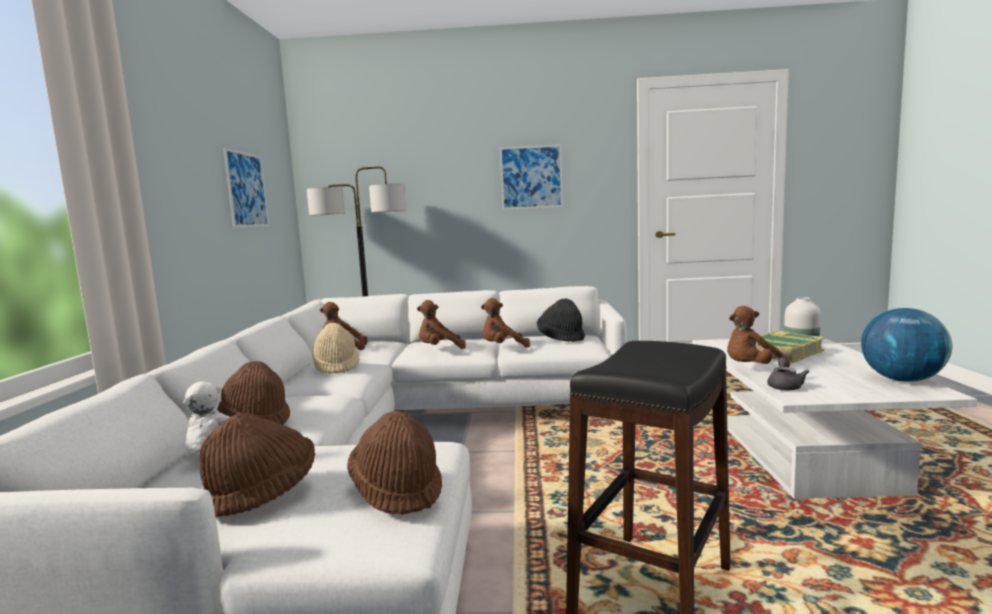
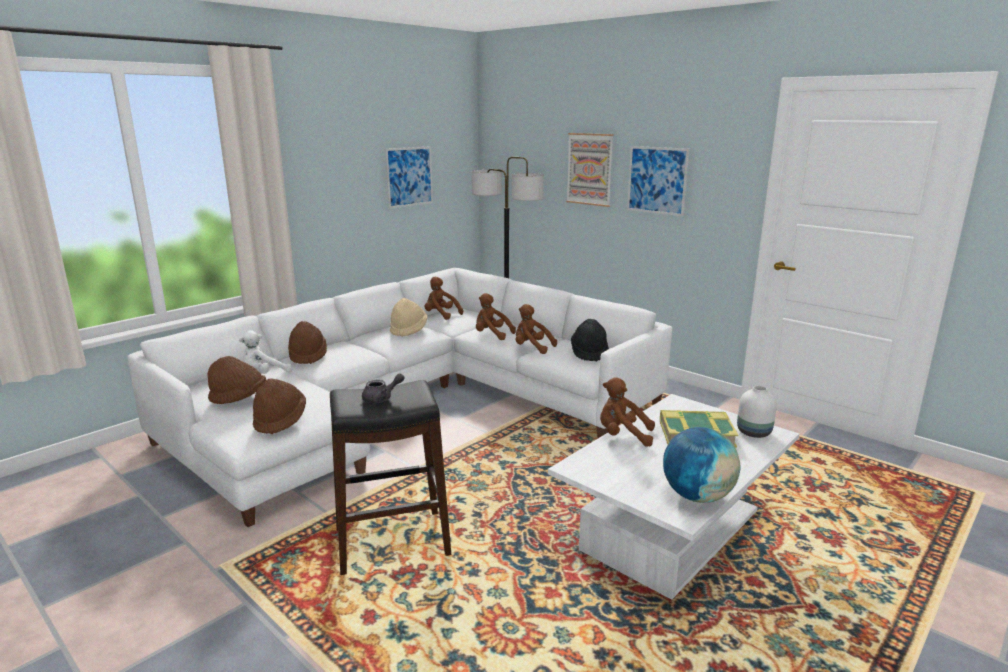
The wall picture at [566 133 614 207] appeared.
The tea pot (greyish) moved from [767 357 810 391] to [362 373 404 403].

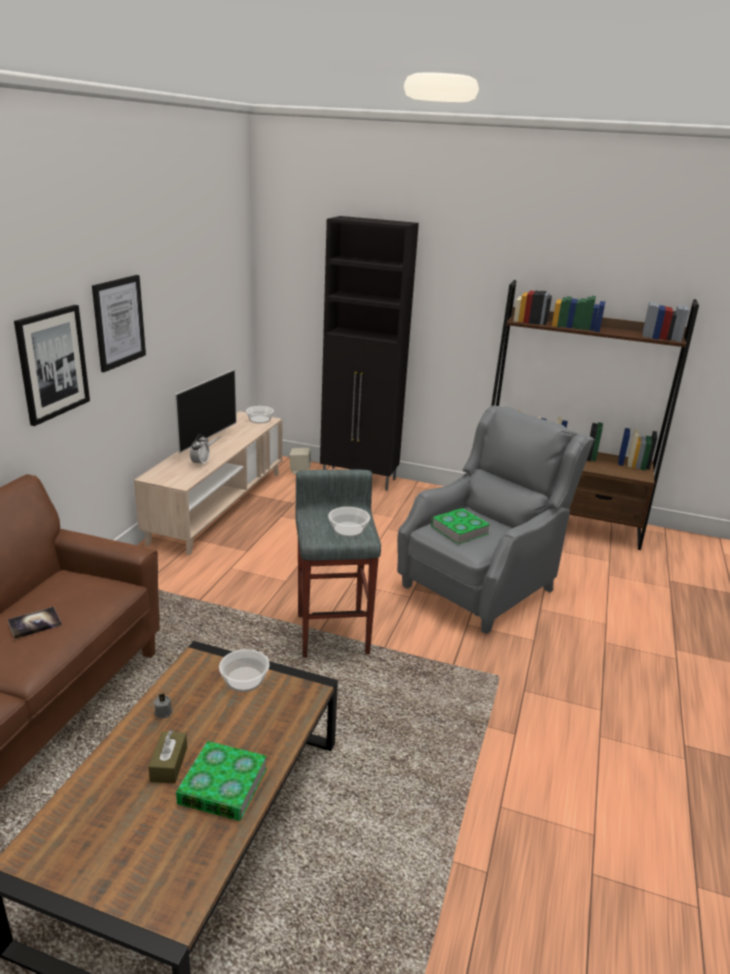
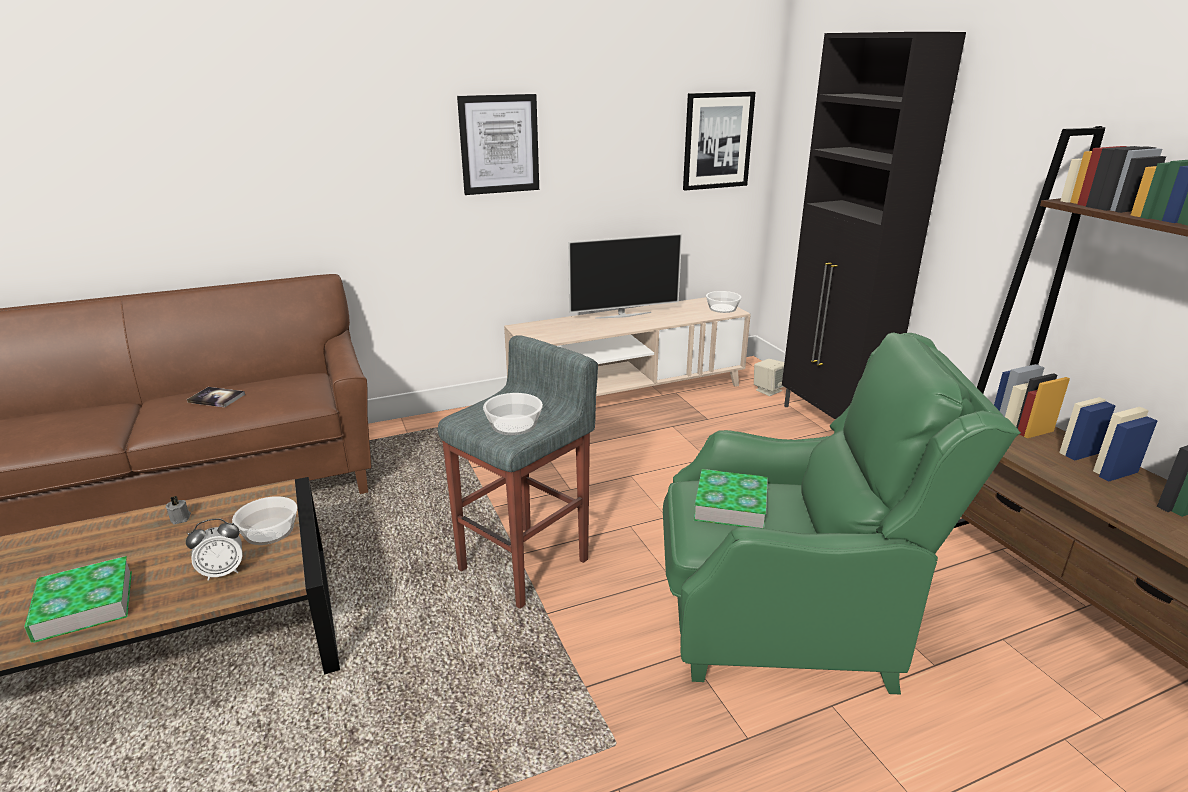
The tissue holder (brown-coloured) at [148 730 187 784] disappeared.
The wall picture moved from [14 305 90 426] to [683 91 756 190].
The bedside clock moved from [190 434 210 467] to [186 518 242 581].
The easy chair (greyish) at [397 405 595 634] became the easy chair (green-coloured) at [663 332 1021 694].

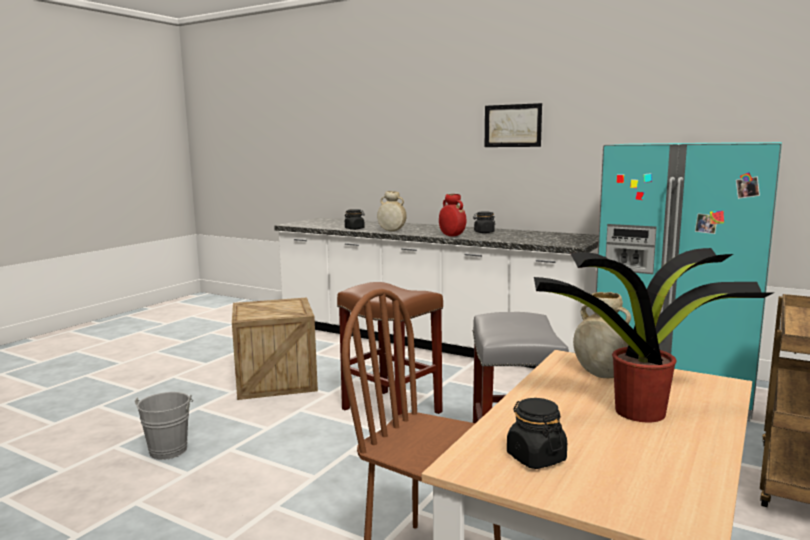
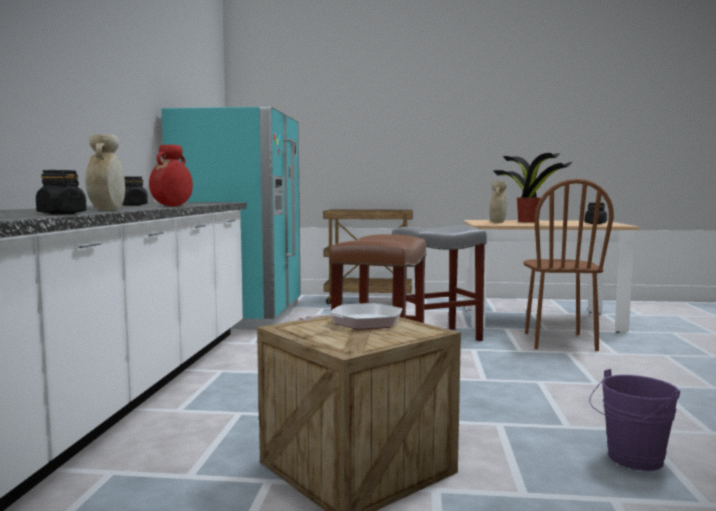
The wall picture at [485 103 542 147] disappeared.
The skillet at [298 303 402 330] appeared.
The pail (greyish) at [135 392 193 460] became the pail (purple) at [589 369 680 471].

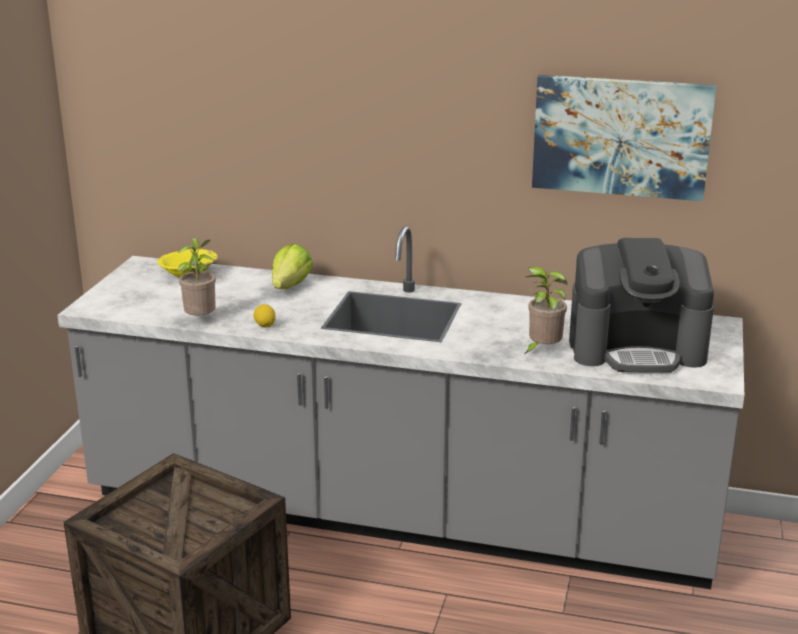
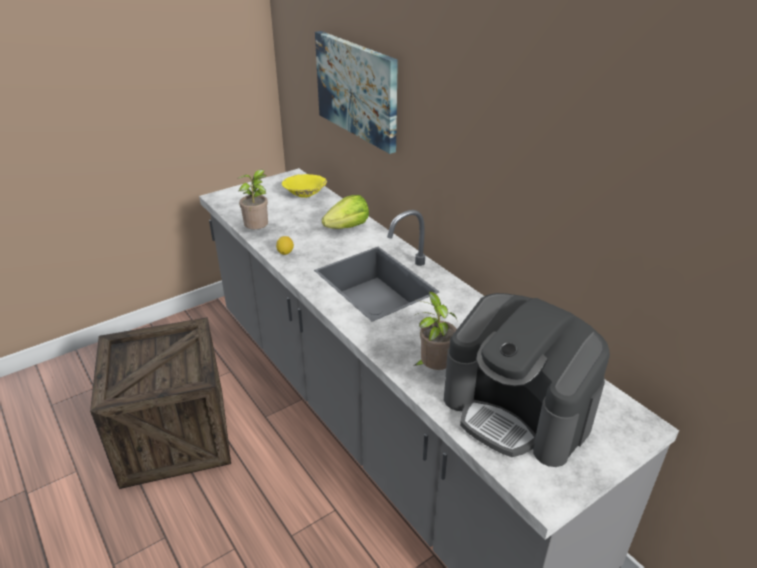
The wall picture moved from [532 75 716 201] to [315 31 398 154].

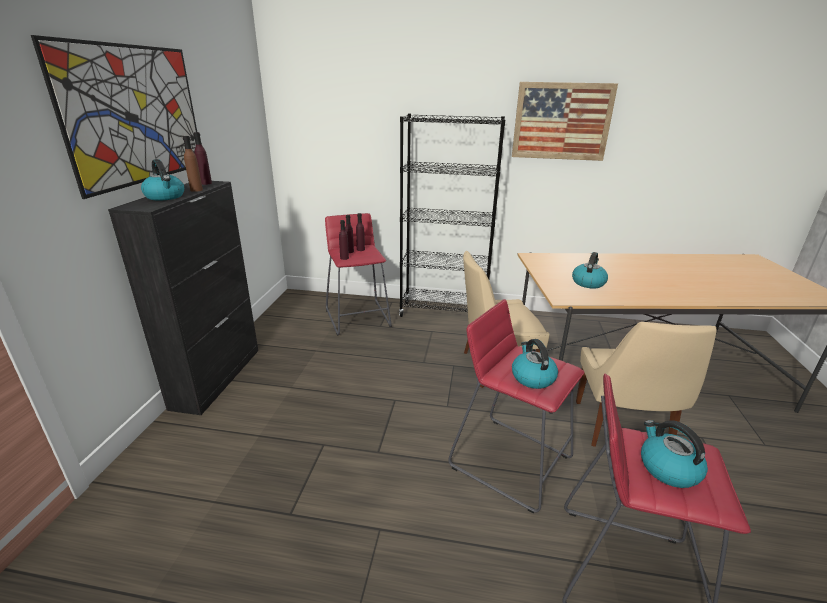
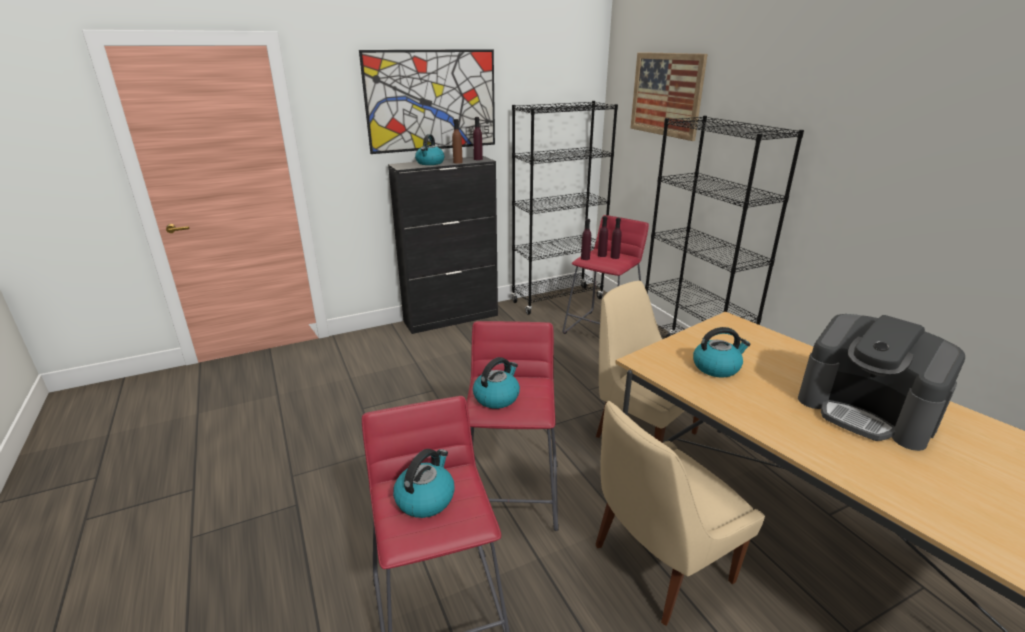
The shelving unit (black) at [511 101 618 315] appeared.
The coffee maker at [798 314 965 451] appeared.
The wall picture moved from [512 82 618 161] to [630 52 707 141].

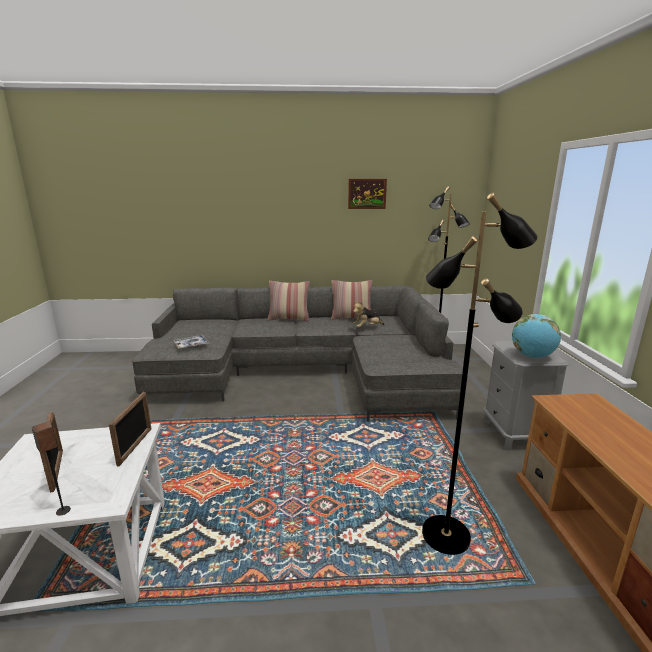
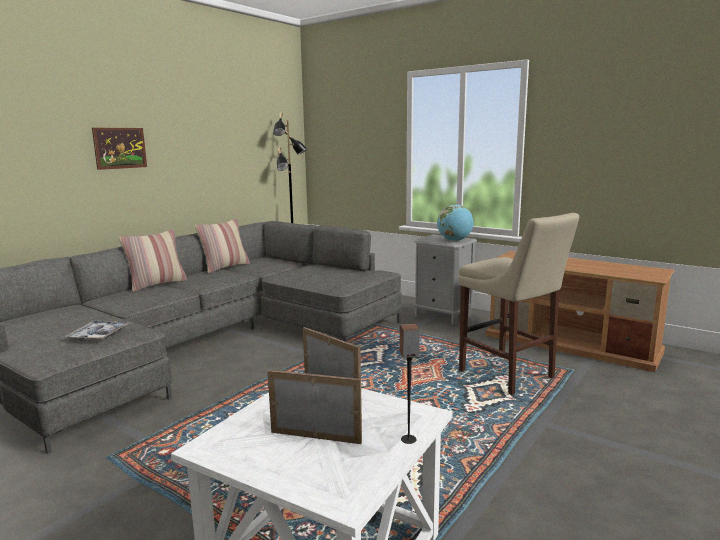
The soft toy at [353 301 384 327] disappeared.
The wall picture moved from [348 179 387 209] to [92 128 147 170].
The floor lamp (black) at [422 193 537 555] was replaced by the stool (beige) at [458 213 579 395].

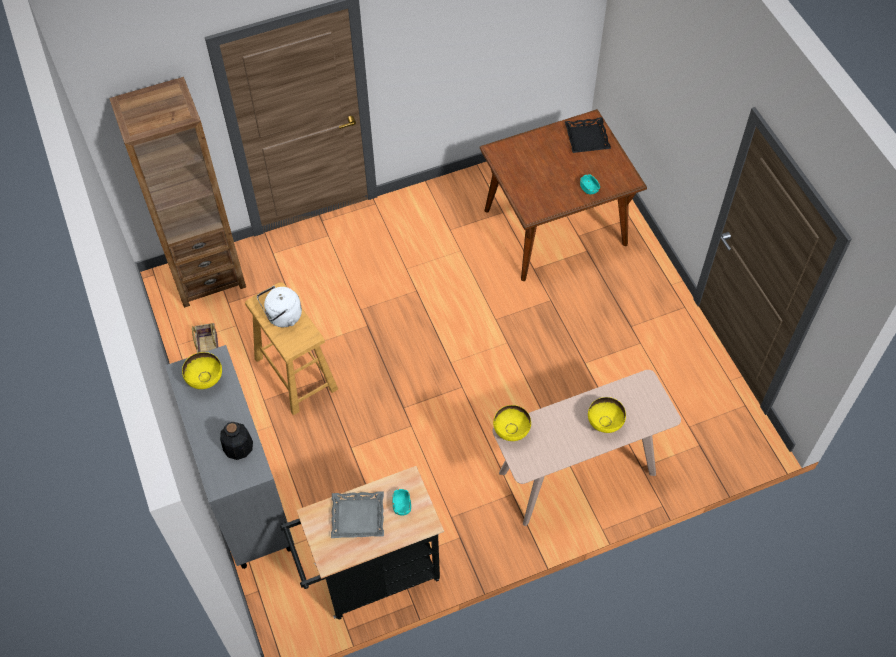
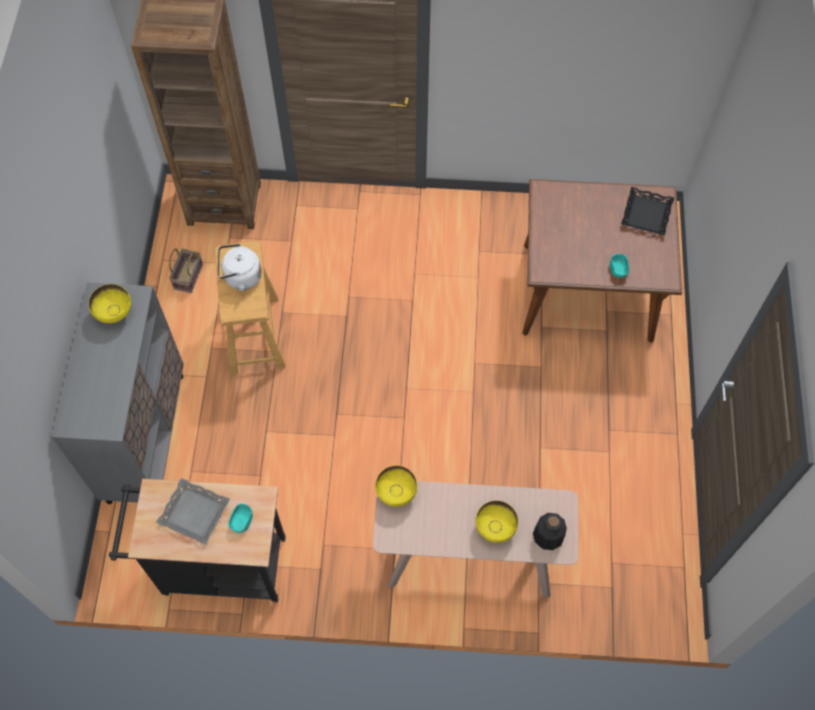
The beverage bottle moved from [220 422 253 460] to [533 513 567 550].

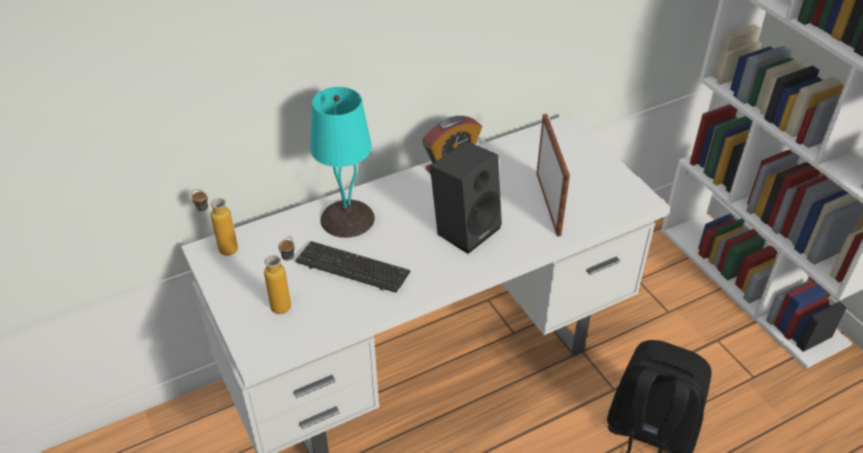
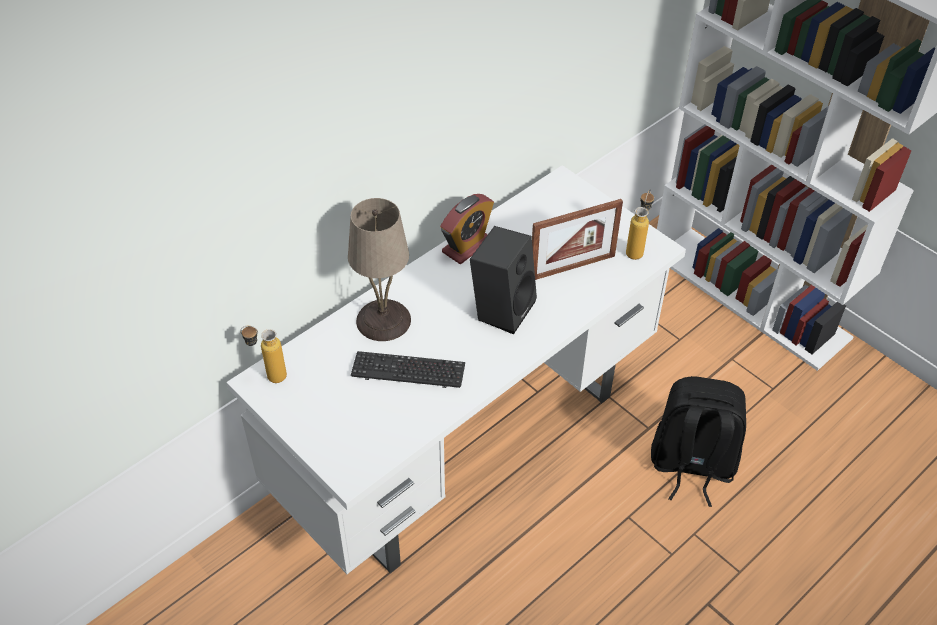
The beverage bottle moved from [264 237 295 314] to [626 189 654 260].
The table lamp (blue-green) at [310 87 375 238] became the table lamp (beige) at [348 198 411 341].
The standing frame at [536 114 570 236] turned 90 degrees clockwise.

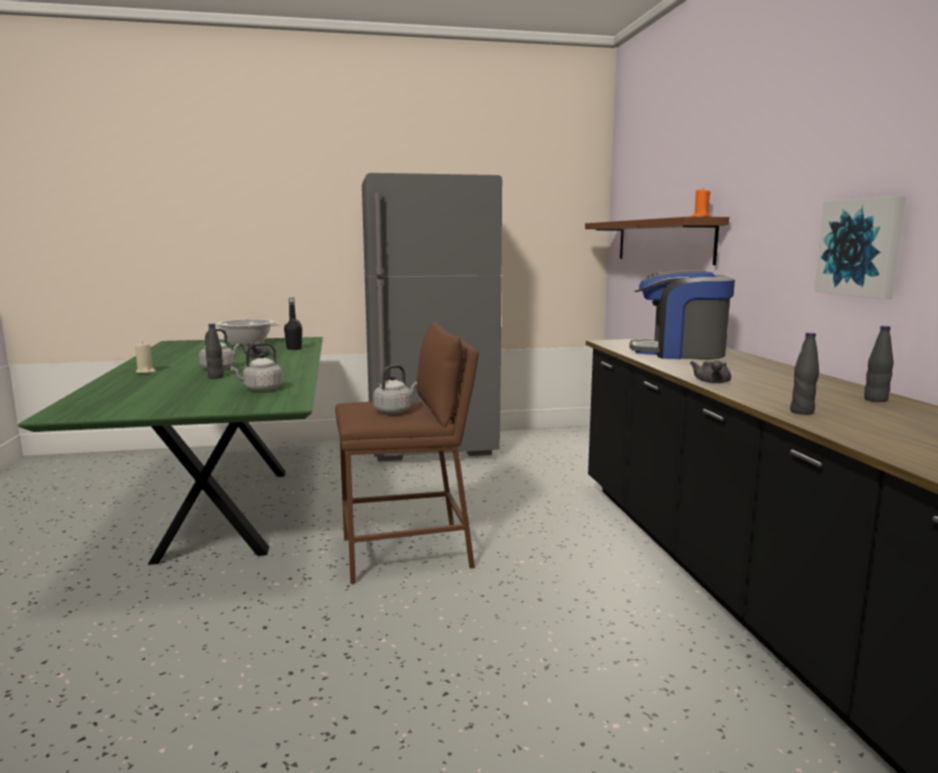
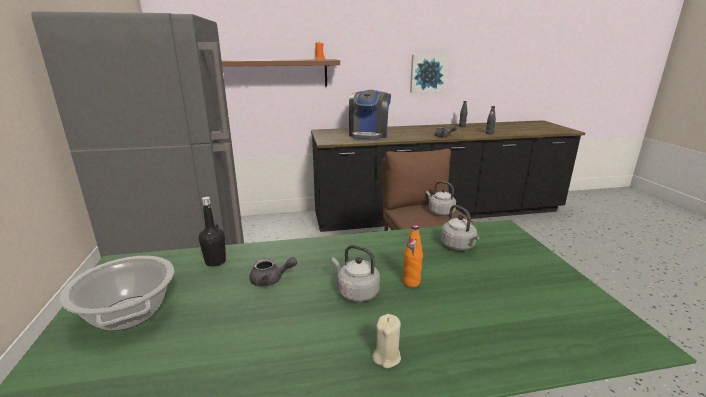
The beverage bottle (black) at [205 324 224 379] became the beverage bottle (orange) at [403 225 423 287].

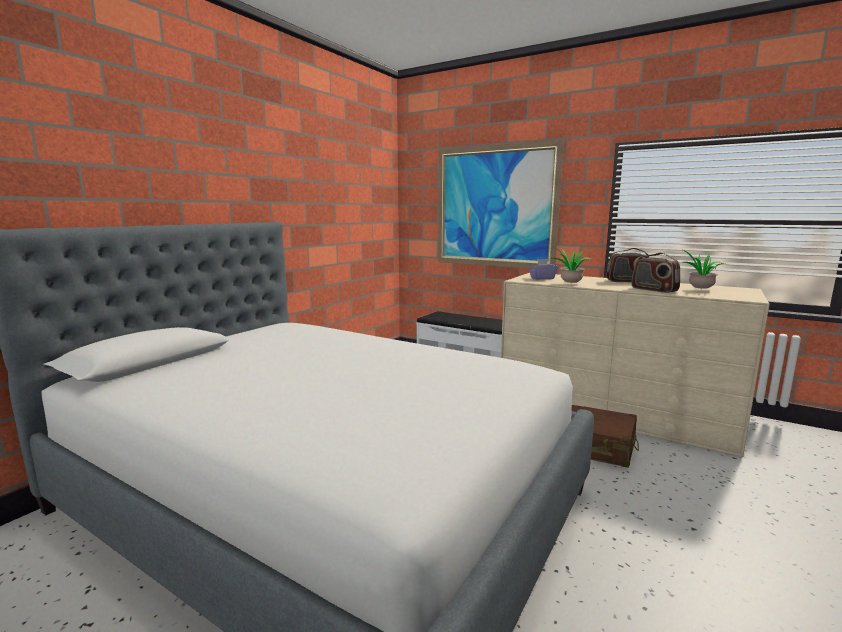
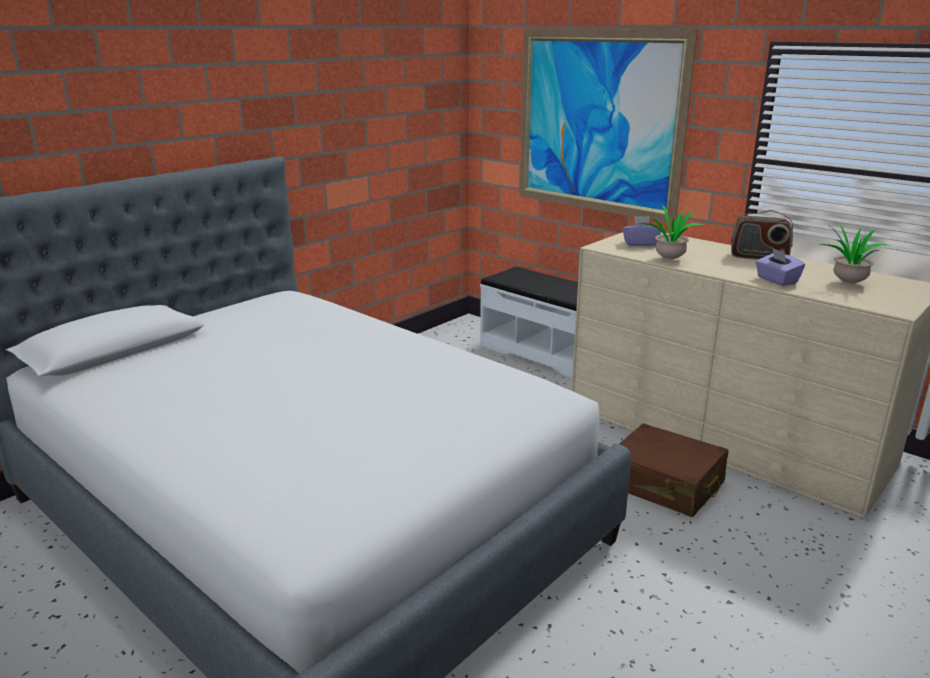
The radio receiver at [631 253 680 293] was replaced by the tissue holder (purple) at [755 248 805 286].

